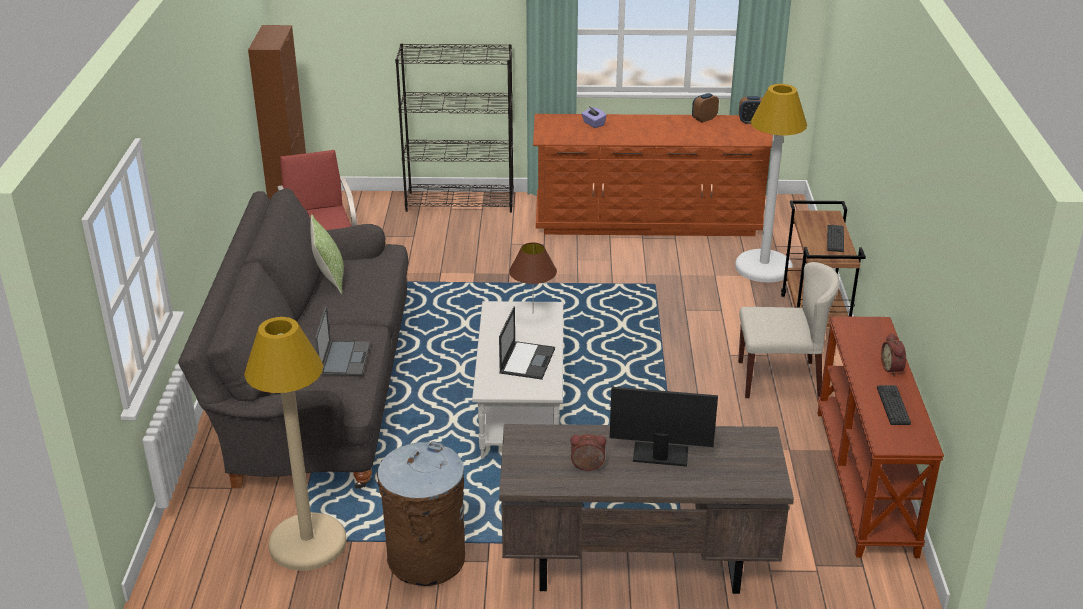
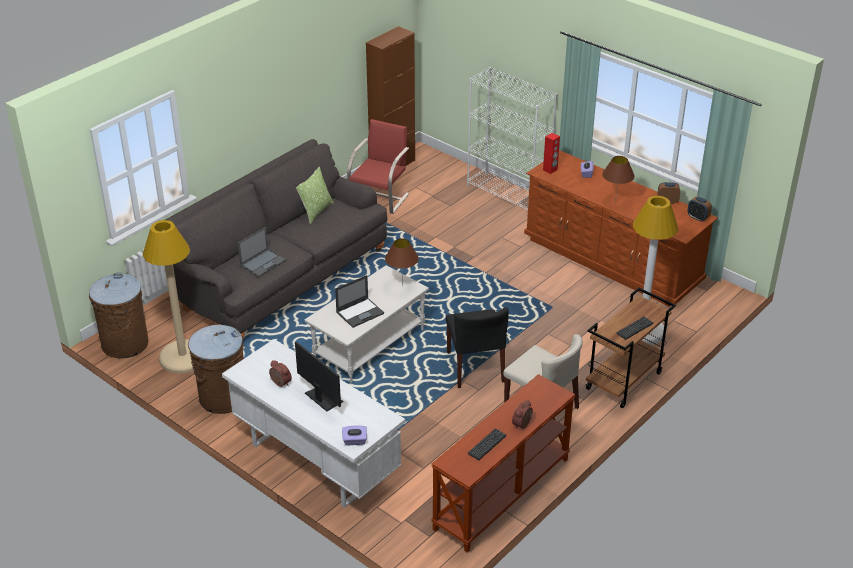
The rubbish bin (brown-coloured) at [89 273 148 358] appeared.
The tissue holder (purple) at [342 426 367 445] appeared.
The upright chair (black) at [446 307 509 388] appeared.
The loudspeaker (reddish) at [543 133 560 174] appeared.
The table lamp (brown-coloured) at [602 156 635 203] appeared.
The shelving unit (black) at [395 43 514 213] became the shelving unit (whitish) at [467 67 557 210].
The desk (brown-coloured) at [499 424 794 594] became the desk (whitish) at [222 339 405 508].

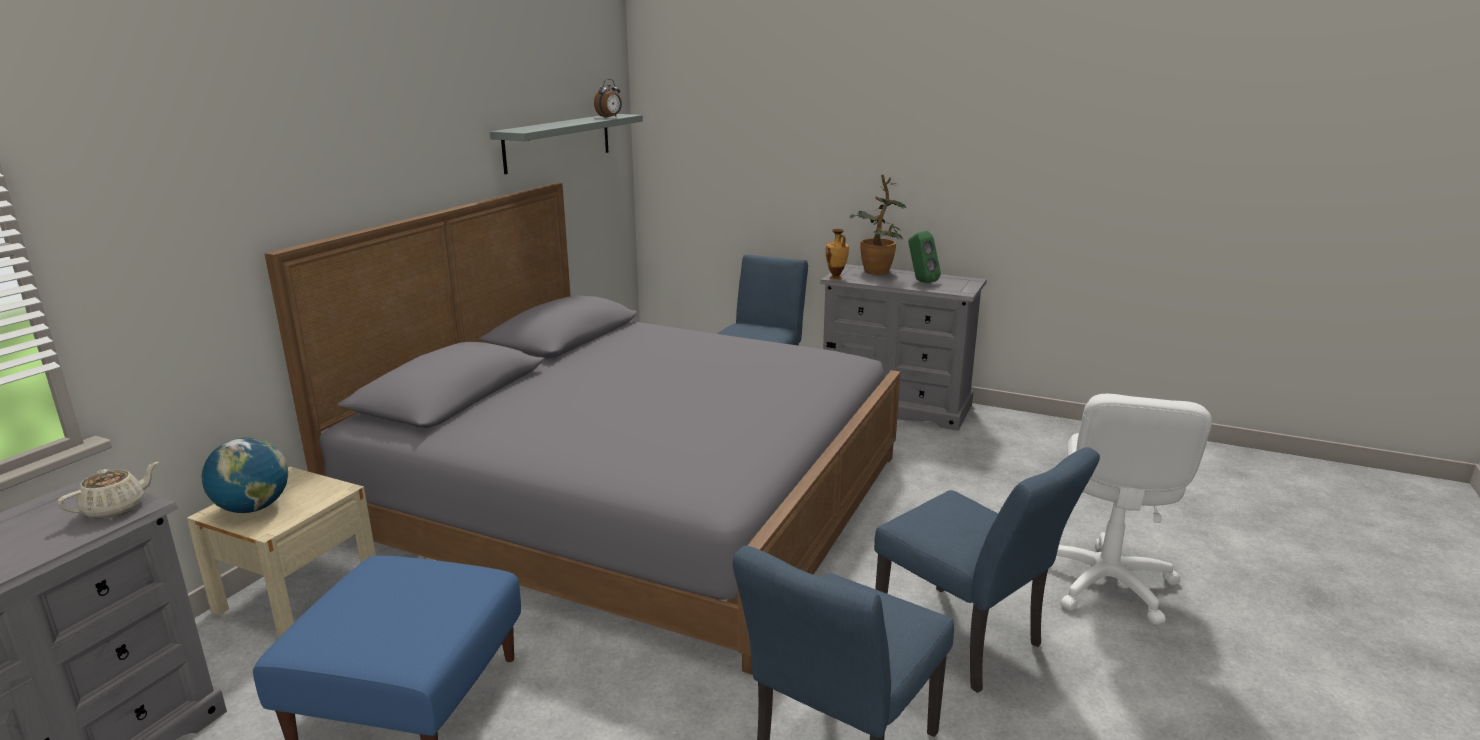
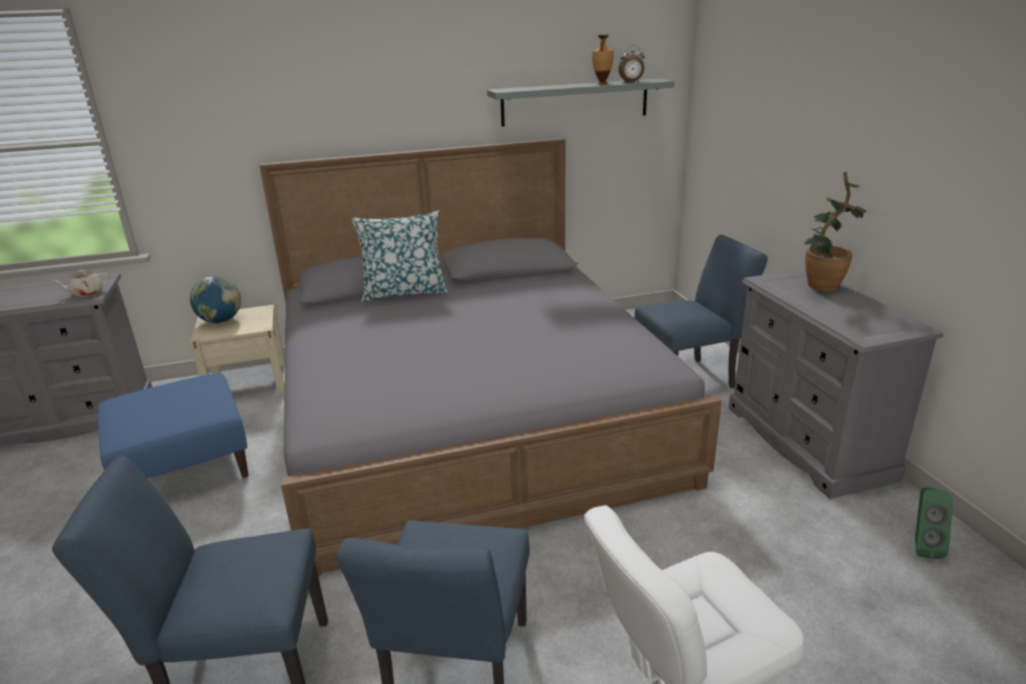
The cushion at [352 211 448 303] appeared.
The vase moved from [826 229 849 280] to [592 35 614 85].
The loudspeaker (green-coloured) moved from [908 231 941 283] to [915 487 953 559].
The tea pot (beige) at [57 462 158 519] turned 150 degrees clockwise.

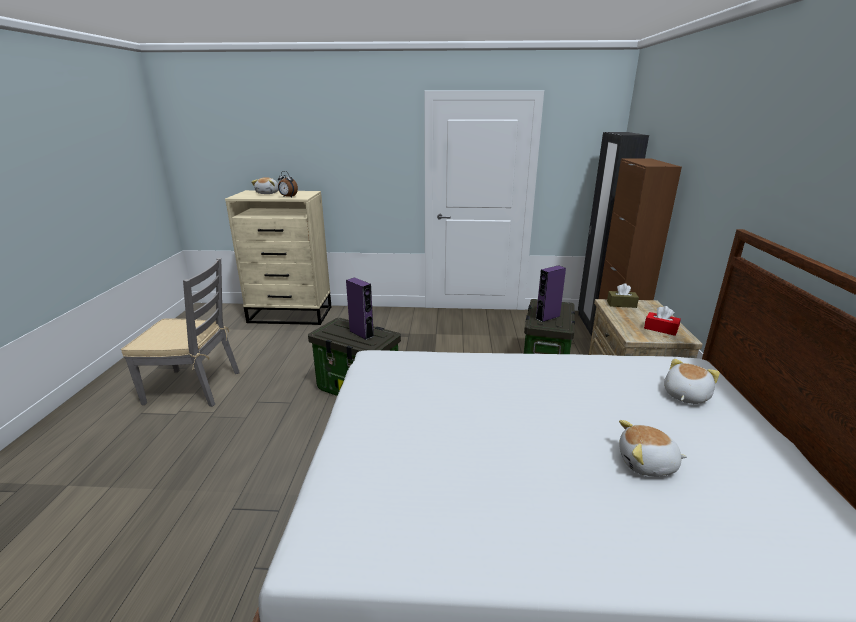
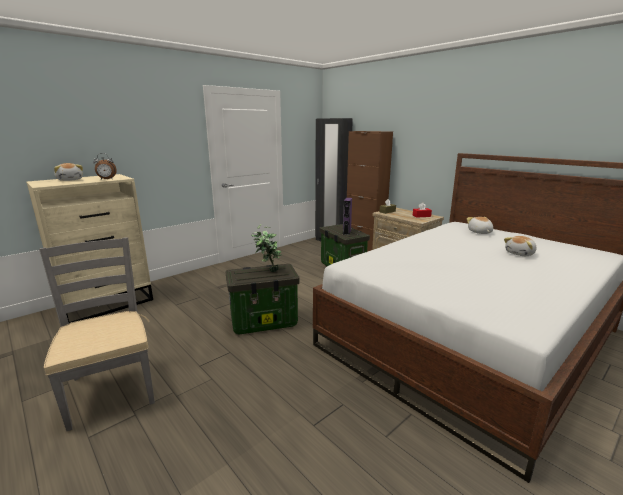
The loudspeaker (purple) at [346 277 374 340] was replaced by the potted plant at [251 224 282 272].
The upright chair (greyish) at [121 258 239 407] turned 75 degrees counterclockwise.

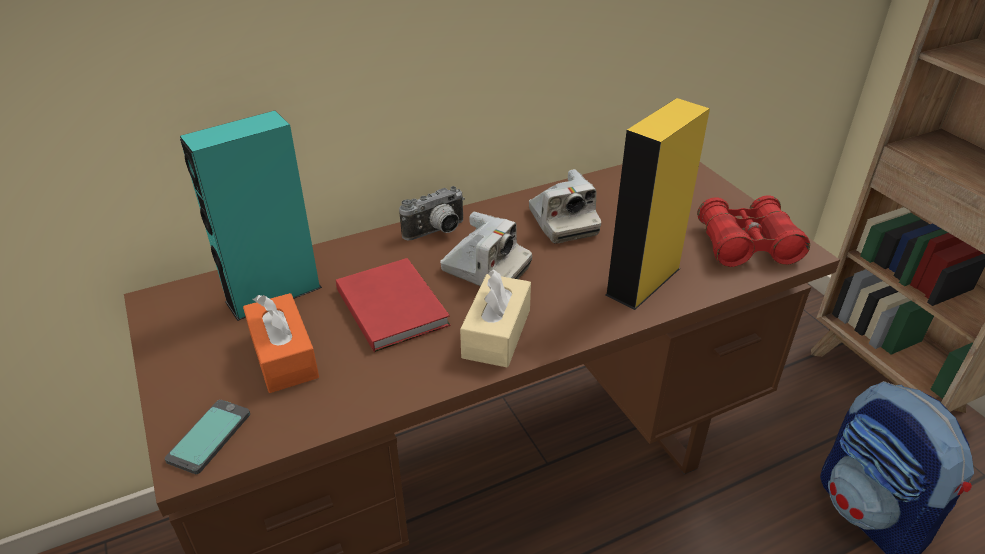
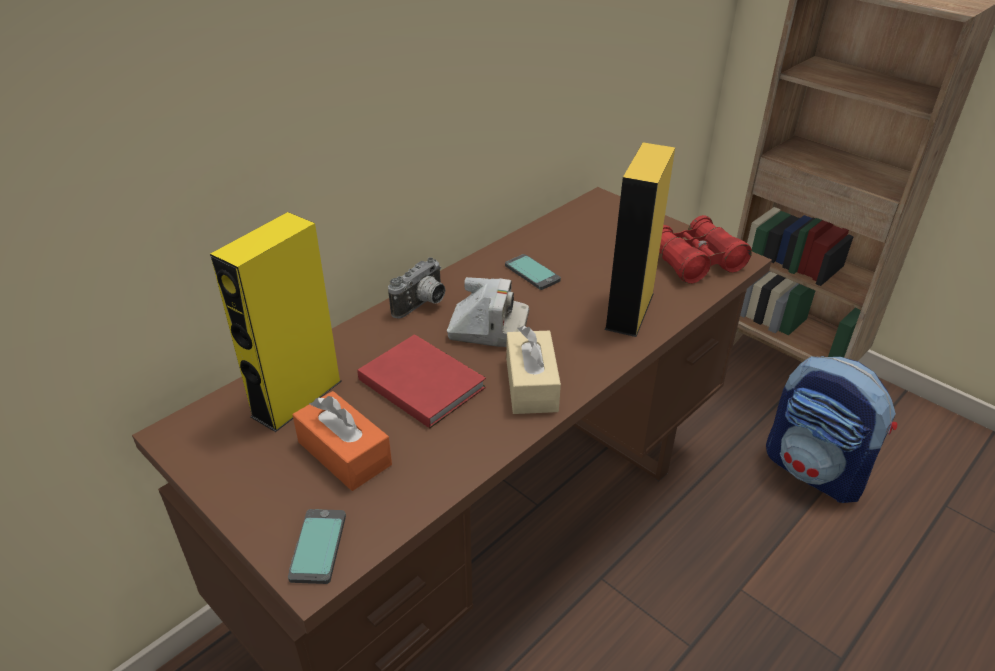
The photo camera at [529 169 601 244] was replaced by the telephone at [505 254 561 290].
The loudspeaker (blue-green) at [180 111 322 321] became the loudspeaker (yellow) at [210 212 342 432].

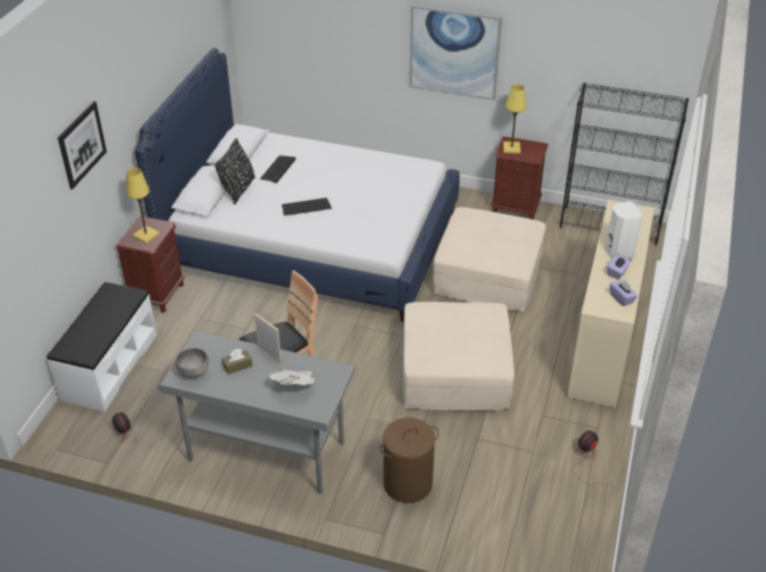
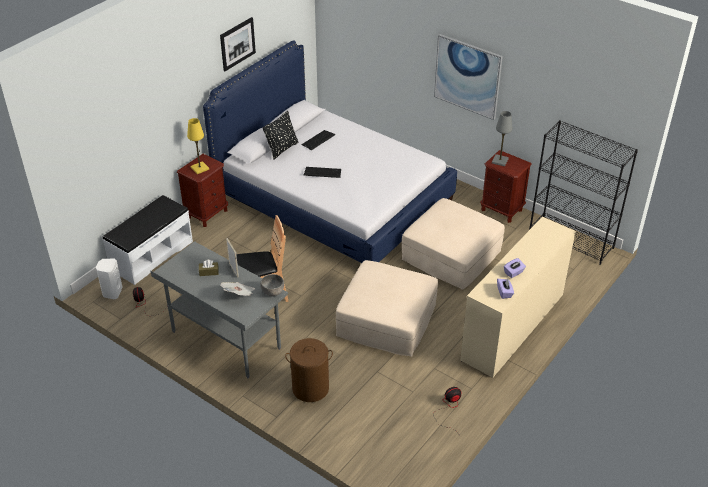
The wall picture moved from [58 101 107 189] to [220 17 256 71].
The serving bowl (greyish) moved from [175 348 209 378] to [260 274 284 296].
The loudspeaker (whitish) moved from [605 201 643 259] to [96 259 123 300].
The table lamp (yellow) at [503 84 526 154] became the table lamp (greyish) at [492 111 512 166].

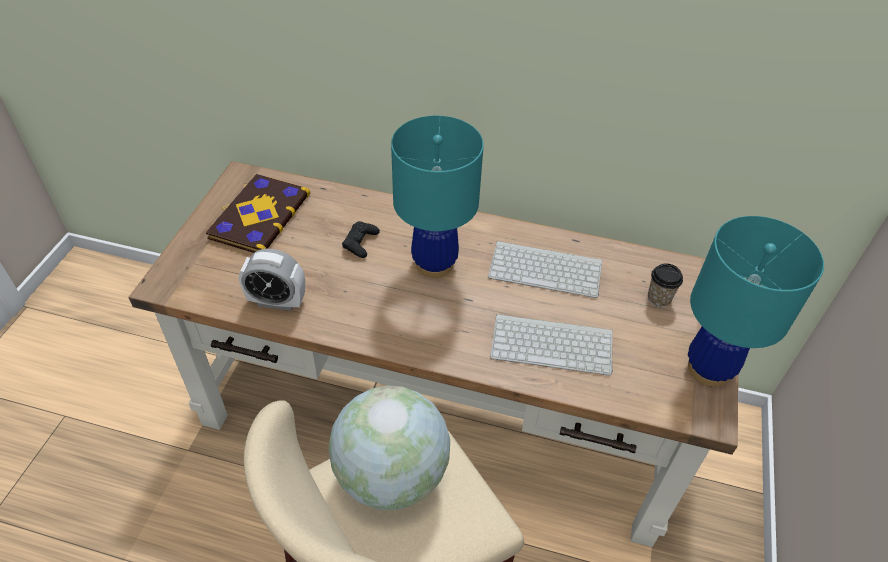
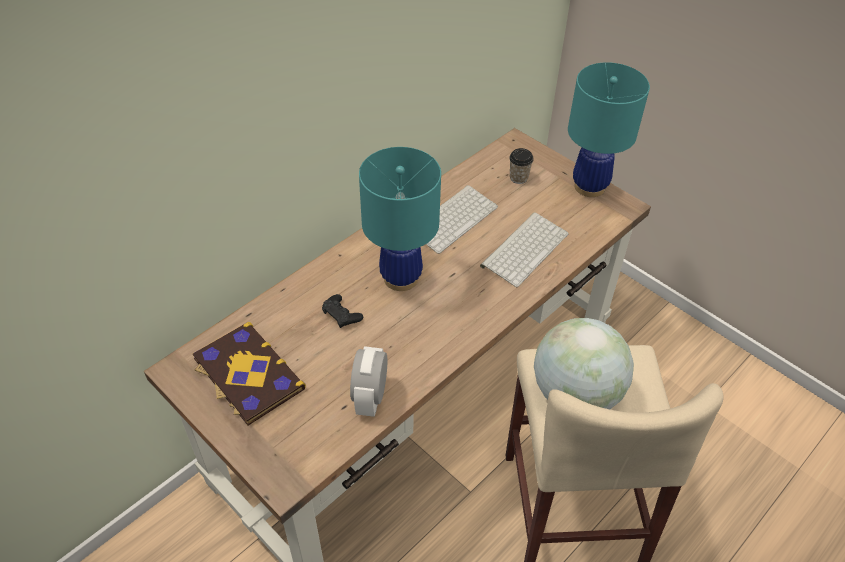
The bedside clock at [239 249 305 311] turned 150 degrees clockwise.

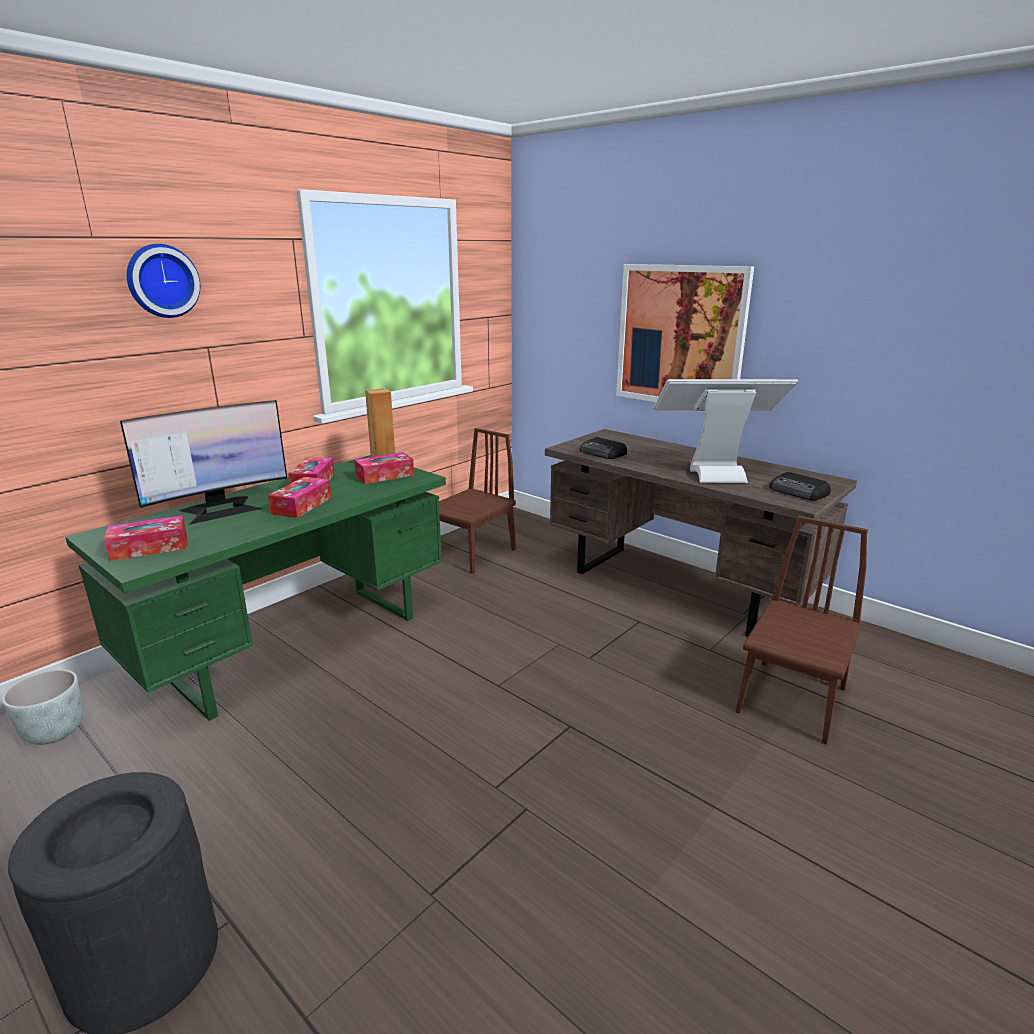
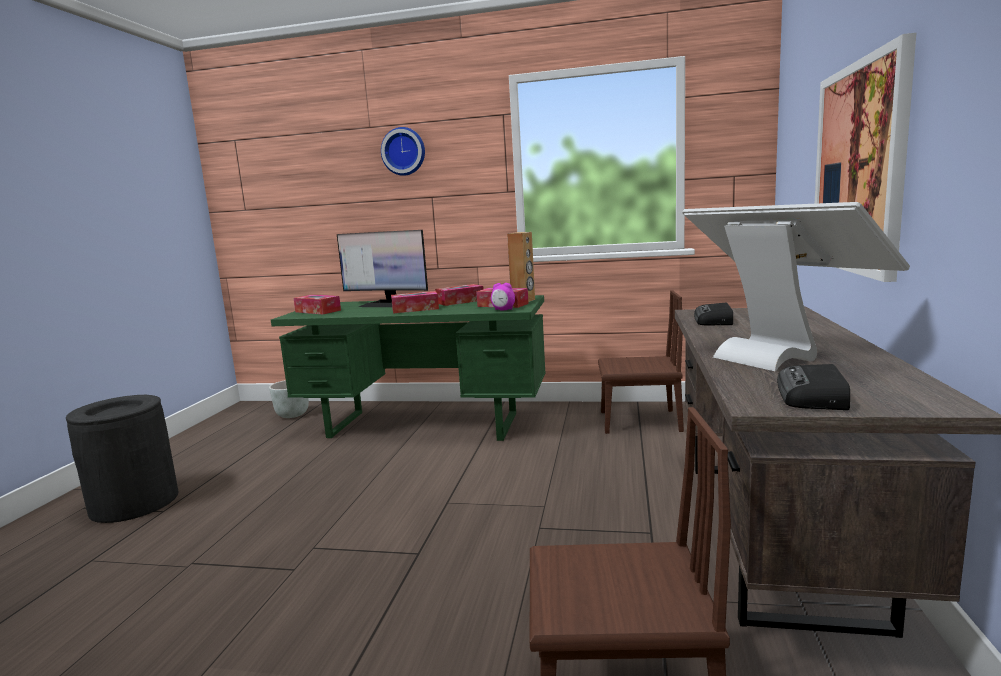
The bedside clock at [491 283 515 310] appeared.

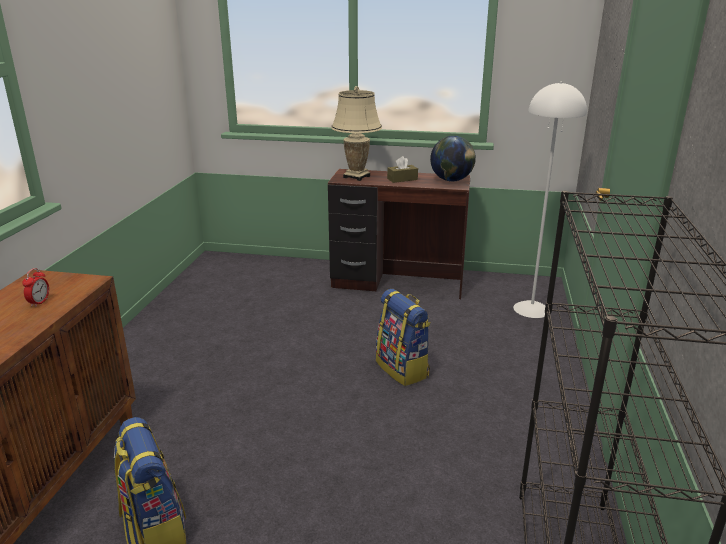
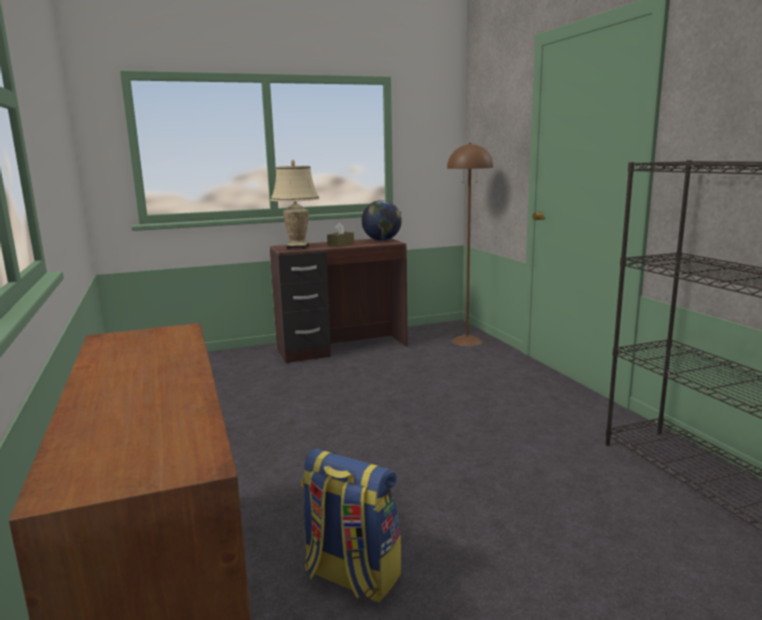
The bedside clock at [22 268 49 307] disappeared.
The backpack at [376 289 430 386] disappeared.
The floor lamp (whitish) at [513 82 587 318] became the floor lamp (brown-coloured) at [447 143 493 346].

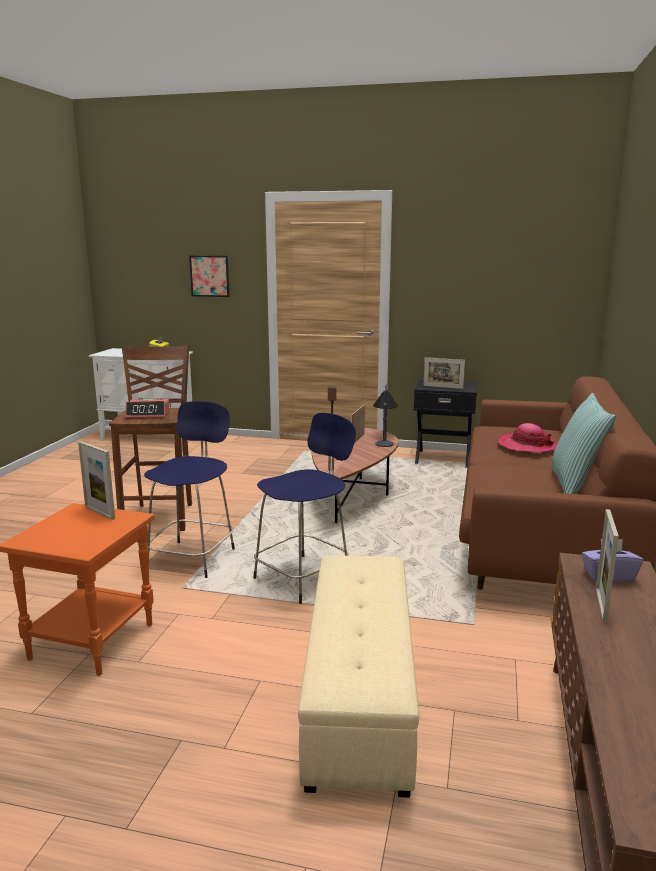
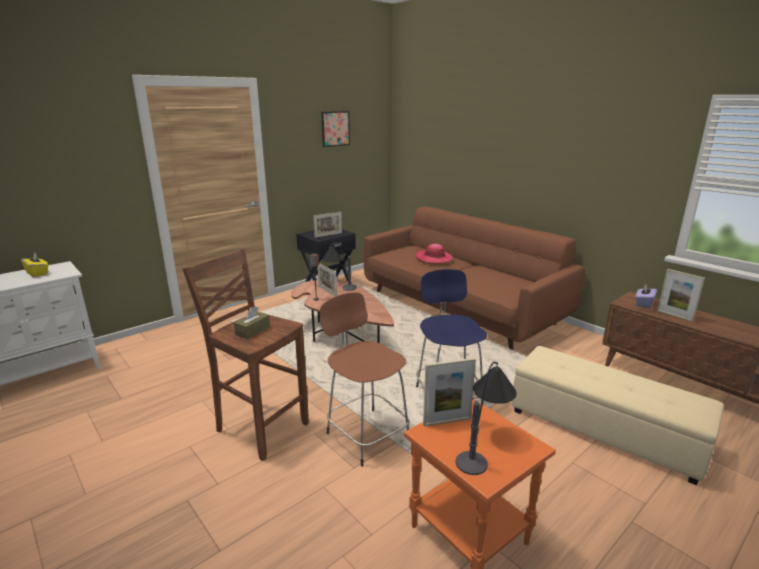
The cushion at [551 393 616 494] disappeared.
The table lamp at [455 362 517 475] appeared.
The wall picture moved from [189 256 229 297] to [321 111 350 147].
The bedside clock at [125 399 170 418] was replaced by the tissue holder (brown-coloured) at [234 306 270 339].
The stool (blue-coloured) at [144 401 235 578] became the stool (brown-coloured) at [319 292 409 467].

